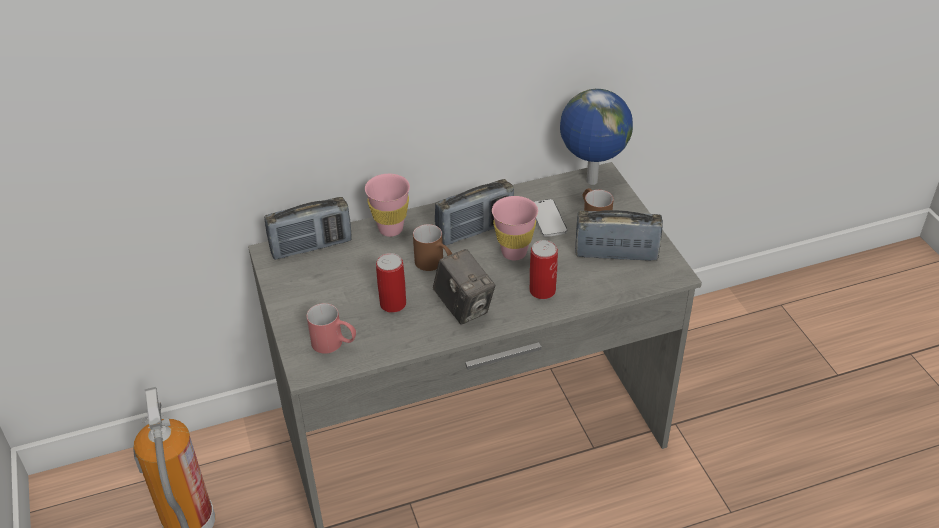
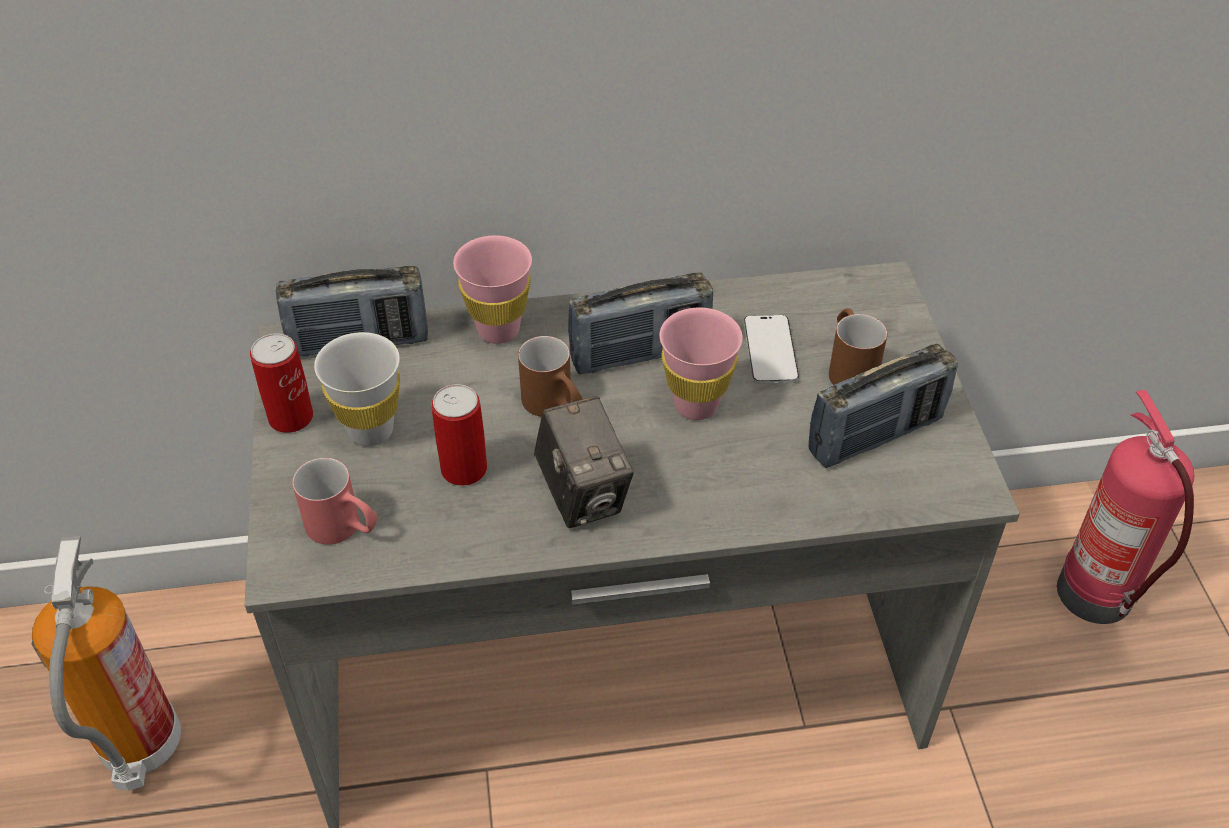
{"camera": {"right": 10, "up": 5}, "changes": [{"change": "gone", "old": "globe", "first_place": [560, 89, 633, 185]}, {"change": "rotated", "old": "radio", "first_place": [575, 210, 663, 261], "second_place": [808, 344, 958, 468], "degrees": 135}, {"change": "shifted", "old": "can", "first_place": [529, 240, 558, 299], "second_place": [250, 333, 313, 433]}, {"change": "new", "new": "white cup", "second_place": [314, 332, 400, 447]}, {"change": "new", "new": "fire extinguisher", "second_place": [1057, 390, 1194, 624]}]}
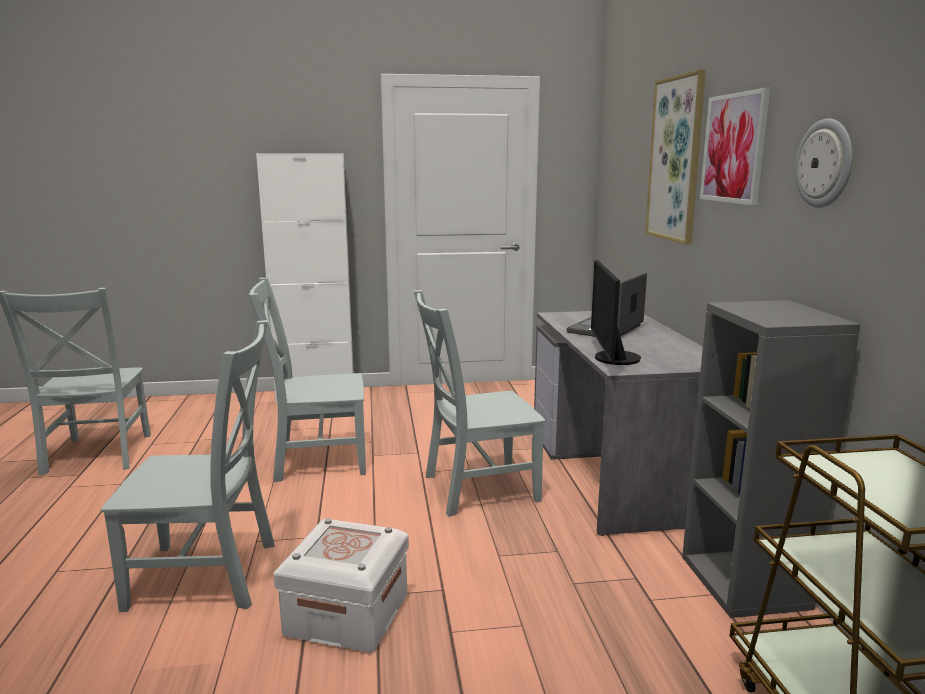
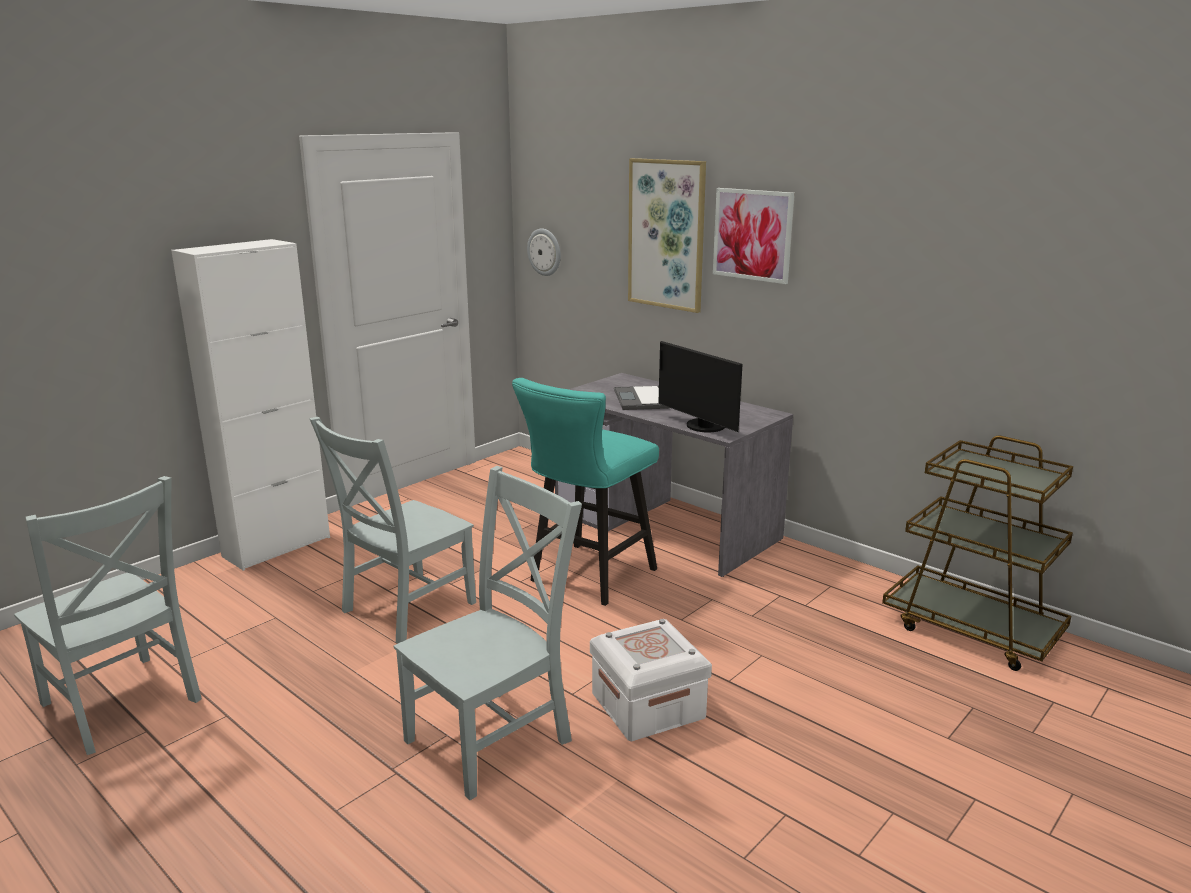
{"camera": {"right": -40, "up": 5}, "changes": [{"change": "shifted", "old": "wall clock", "first_place": [795, 118, 853, 208], "second_place": [527, 228, 561, 276]}, {"change": "swapped", "old": "grey chair", "new": "turquoise stool", "first_place": [413, 290, 546, 517], "second_place": [512, 378, 659, 606]}, {"change": "gone", "old": "grey bookcase", "first_place": [682, 300, 861, 618]}]}
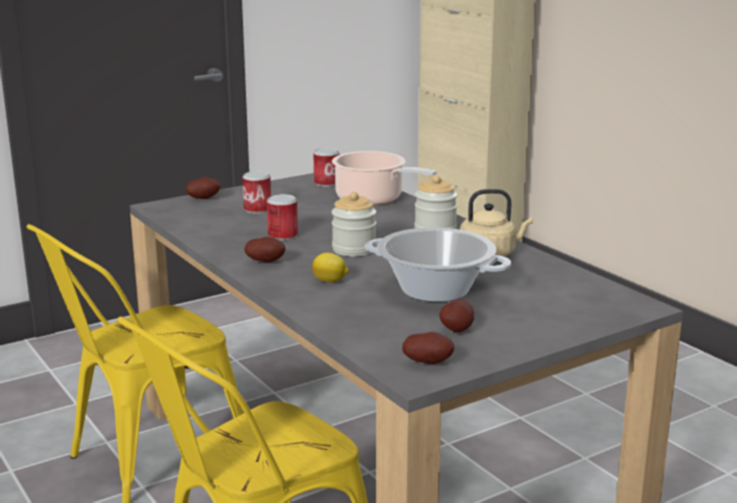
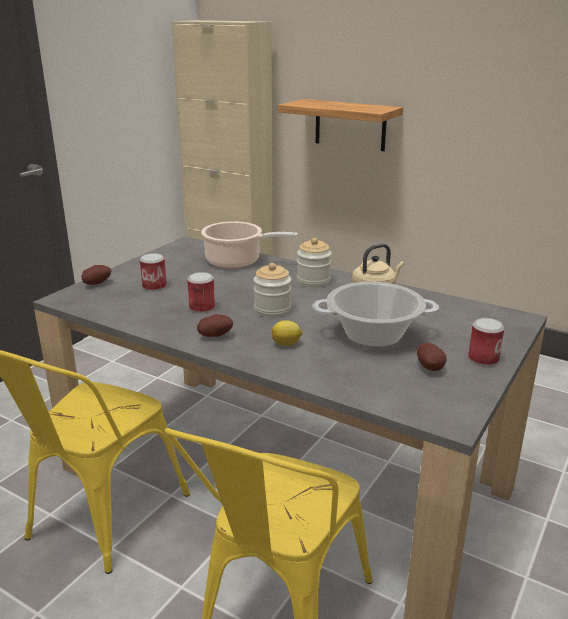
{"camera": {"right": -25, "up": 5}, "changes": [{"change": "shifted", "old": "can", "first_place": [313, 148, 339, 187], "second_place": [468, 318, 505, 366]}, {"change": "gone", "old": "potato", "first_place": [402, 332, 454, 364]}, {"change": "new", "new": "shelf", "second_place": [278, 99, 403, 151]}]}
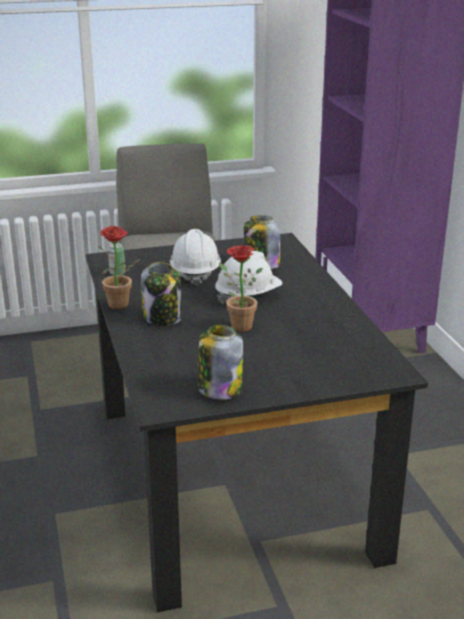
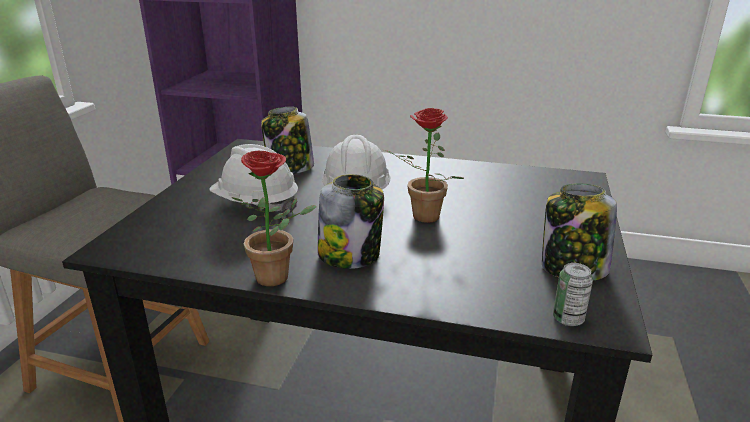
{"camera": {"right": -60, "up": 0}, "changes": [{"change": "shifted", "old": "can", "first_place": [108, 243, 125, 275], "second_place": [553, 263, 593, 326]}]}
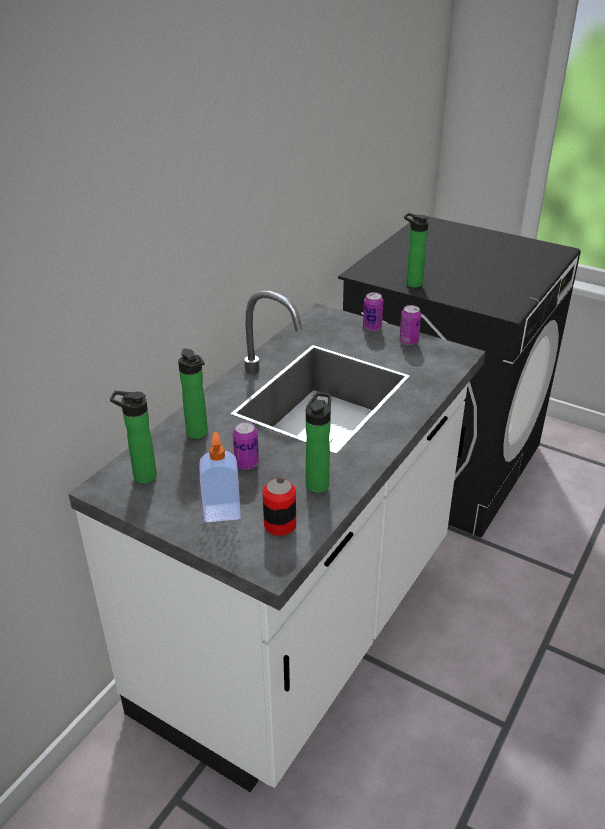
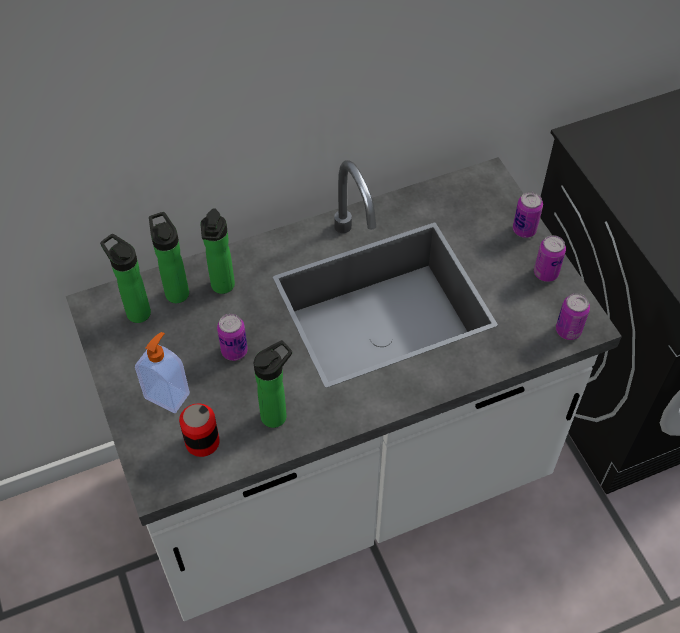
{"camera": {"right": 35, "up": 20}, "changes": [{"change": "shifted", "old": "bottle", "first_place": [404, 213, 429, 288], "second_place": [149, 212, 189, 303]}, {"change": "new", "new": "can", "second_place": [556, 293, 590, 340]}]}
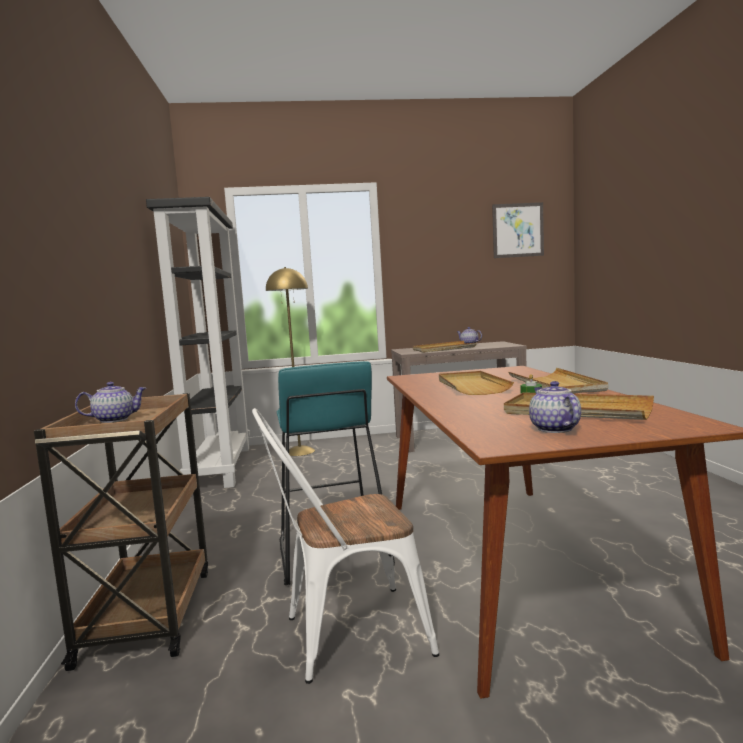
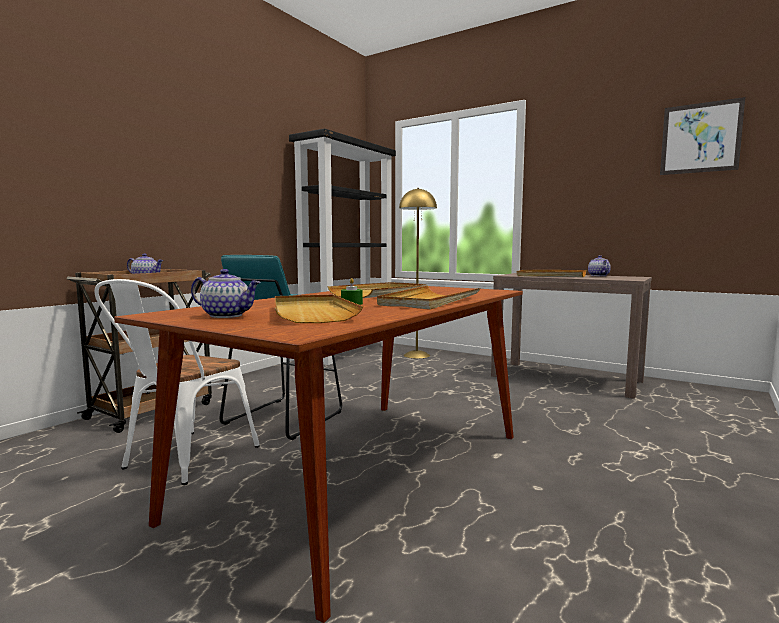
{"camera": {"right": 40, "up": 0}, "changes": [{"change": "rotated", "old": "teapot", "first_place": [529, 381, 581, 433], "second_place": [191, 269, 260, 318], "degrees": 75}, {"change": "rotated", "old": "white chair", "first_place": [252, 408, 439, 684], "second_place": [95, 279, 260, 485], "degrees": -90}]}
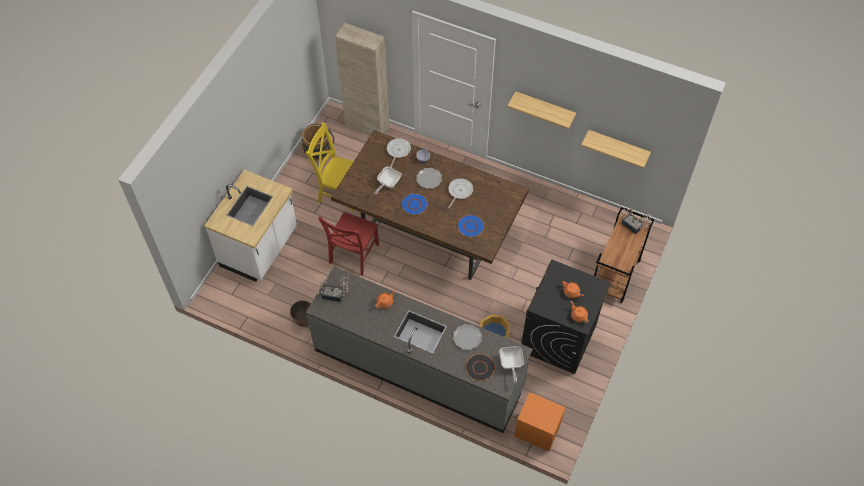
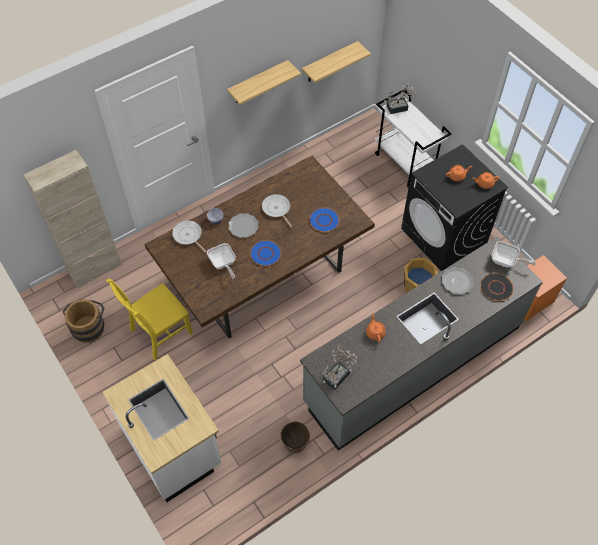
{"camera": {"right": -60, "up": 0}, "changes": [{"change": "repainted", "old": "brown cart", "new": "white cart", "first_place": [594, 207, 654, 303], "second_place": [375, 89, 452, 188]}, {"change": "gone", "old": "red chair", "first_place": [318, 212, 379, 276]}]}
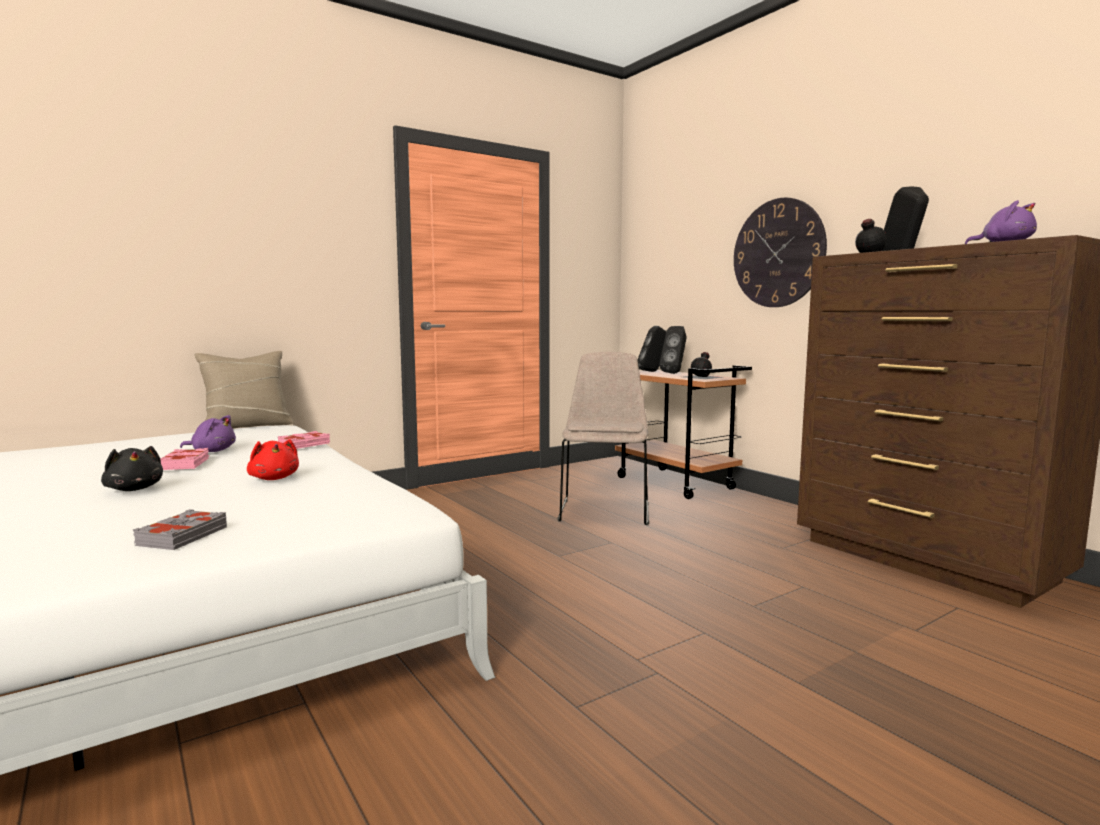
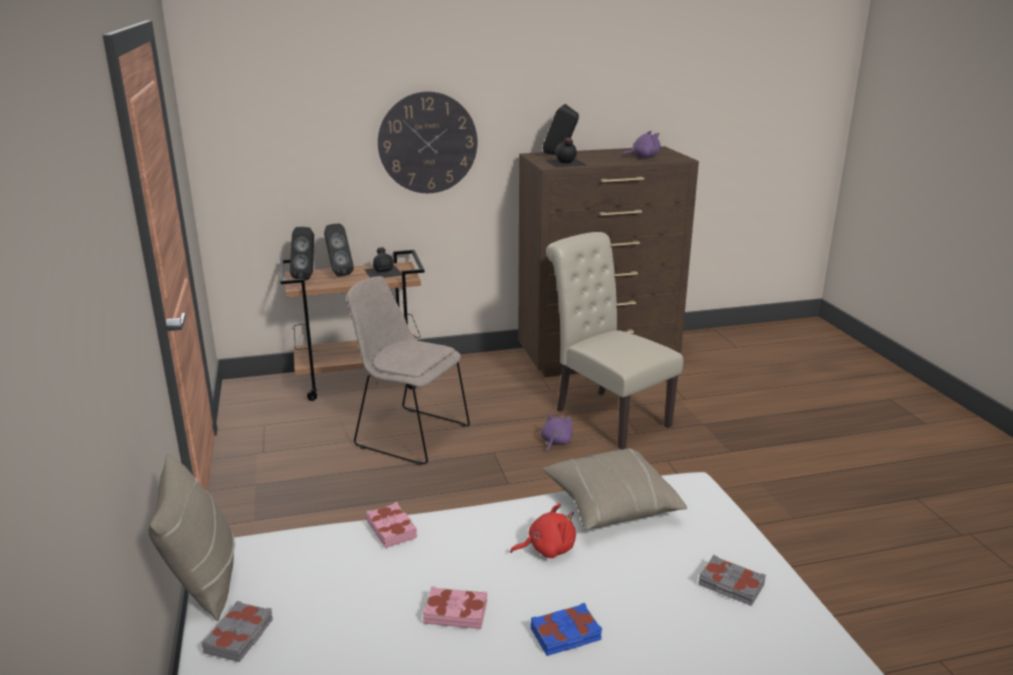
{"camera": {"right": -70, "up": 15}, "changes": [{"change": "shifted", "old": "purple plush toy", "first_place": [180, 415, 236, 452], "second_place": [541, 412, 573, 452]}, {"change": "swapped", "old": "black plush toy", "new": "blue book", "first_place": [101, 446, 163, 491], "second_place": [531, 603, 602, 656]}, {"change": "new", "new": "beige chair", "second_place": [546, 232, 683, 450]}, {"change": "new", "new": "beige pillow", "second_place": [543, 448, 687, 529]}, {"change": "new", "new": "grey book", "second_place": [202, 601, 273, 662]}]}
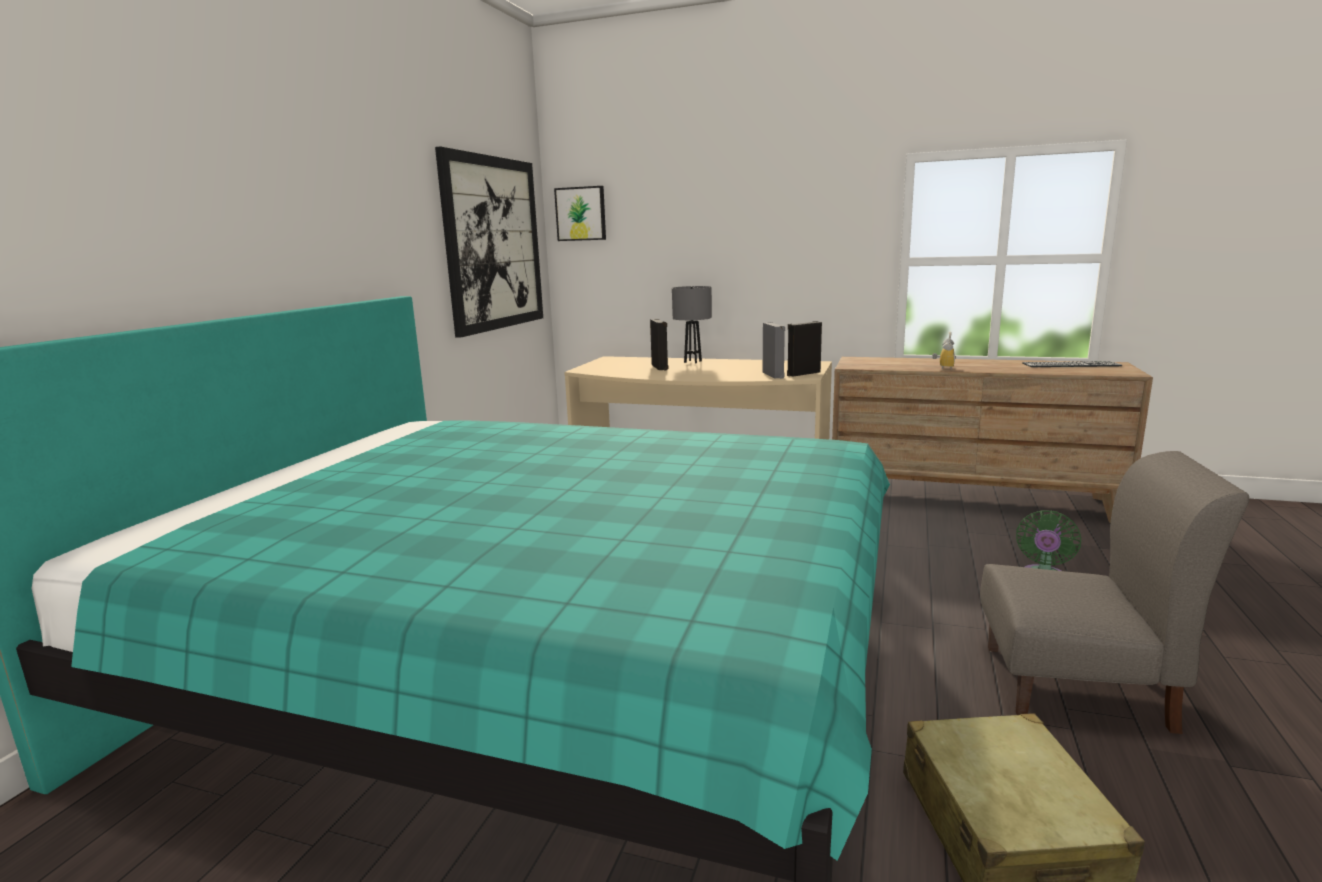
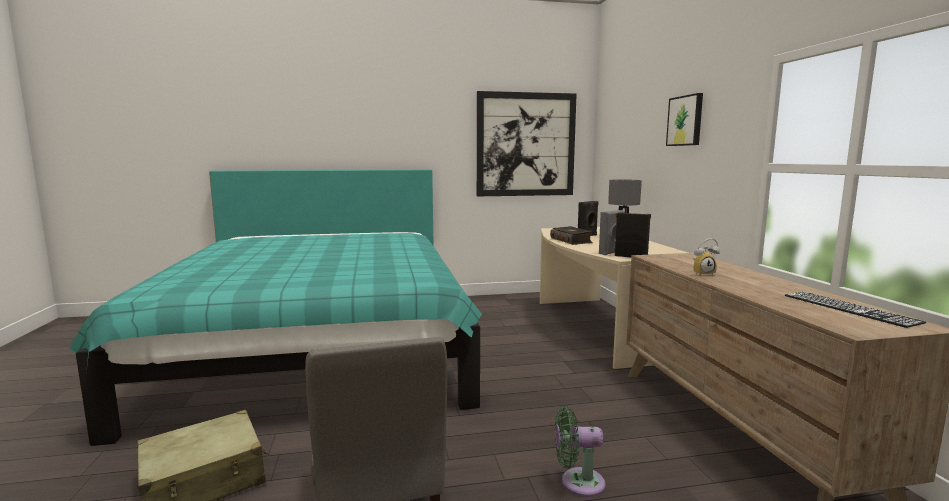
{"camera": {"right": 60, "up": -5}, "changes": [{"change": "shifted", "old": "picture", "first_place": [554, 186, 606, 241], "second_place": [666, 93, 703, 146]}, {"change": "new", "new": "book", "second_place": [550, 226, 593, 245]}]}
